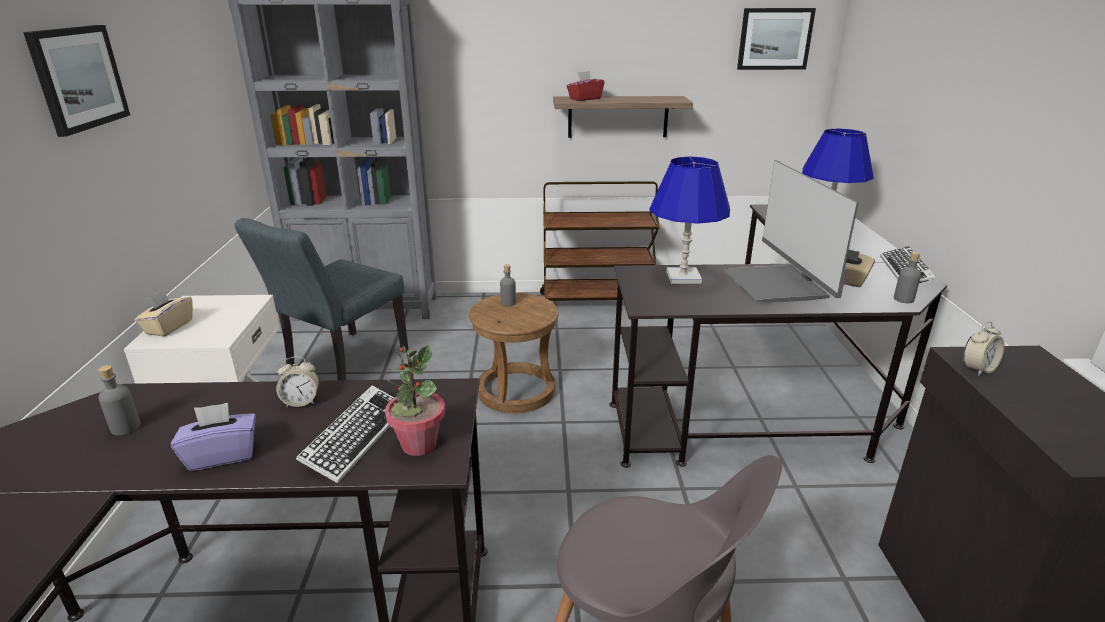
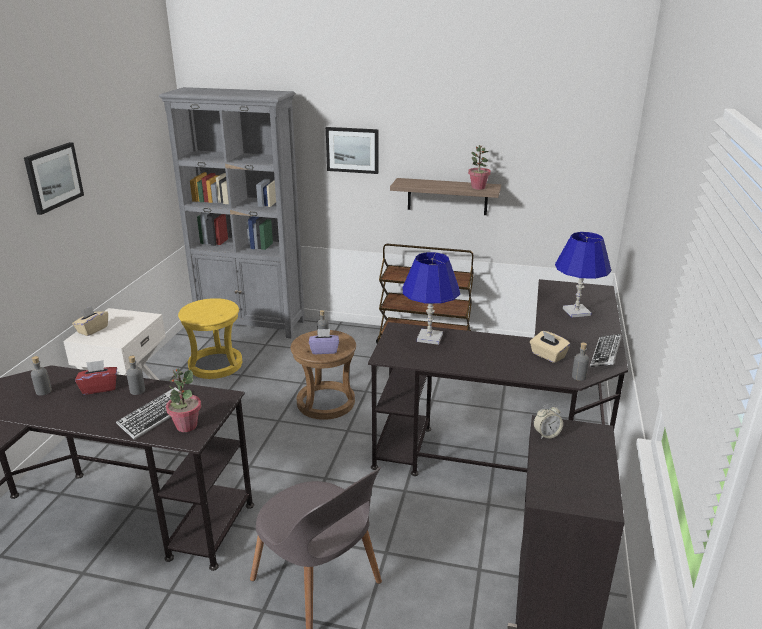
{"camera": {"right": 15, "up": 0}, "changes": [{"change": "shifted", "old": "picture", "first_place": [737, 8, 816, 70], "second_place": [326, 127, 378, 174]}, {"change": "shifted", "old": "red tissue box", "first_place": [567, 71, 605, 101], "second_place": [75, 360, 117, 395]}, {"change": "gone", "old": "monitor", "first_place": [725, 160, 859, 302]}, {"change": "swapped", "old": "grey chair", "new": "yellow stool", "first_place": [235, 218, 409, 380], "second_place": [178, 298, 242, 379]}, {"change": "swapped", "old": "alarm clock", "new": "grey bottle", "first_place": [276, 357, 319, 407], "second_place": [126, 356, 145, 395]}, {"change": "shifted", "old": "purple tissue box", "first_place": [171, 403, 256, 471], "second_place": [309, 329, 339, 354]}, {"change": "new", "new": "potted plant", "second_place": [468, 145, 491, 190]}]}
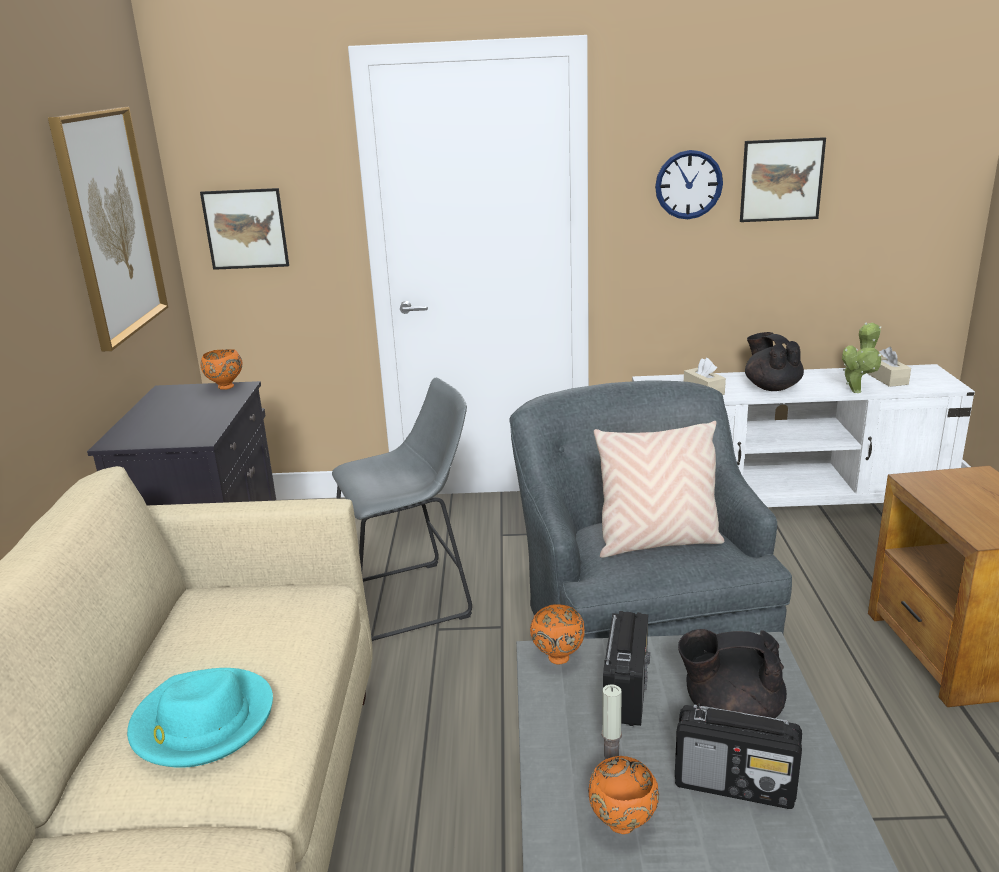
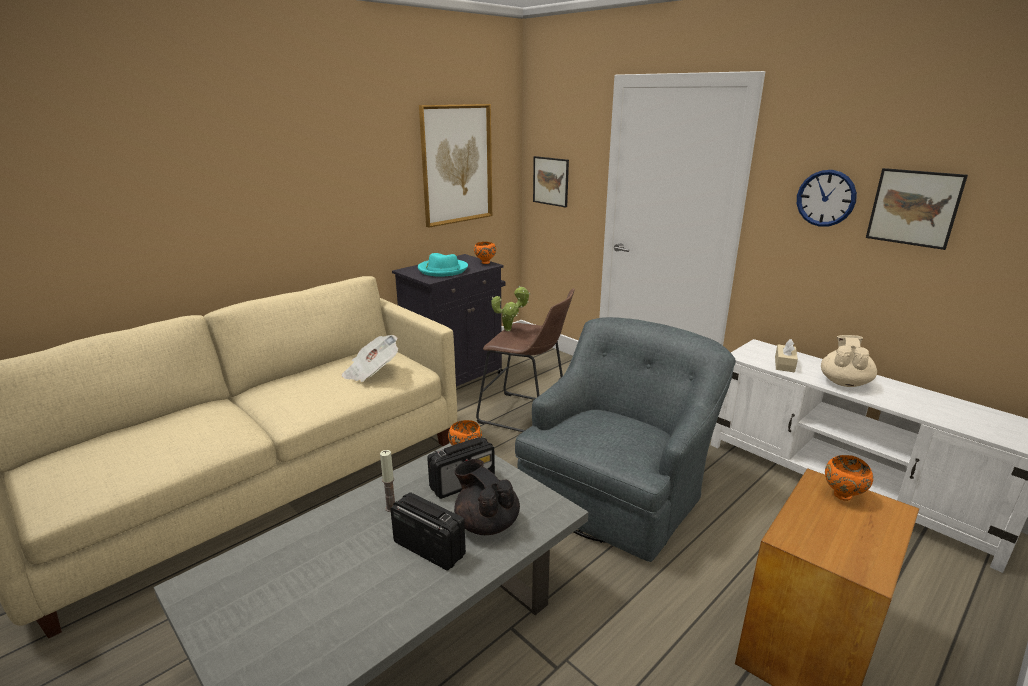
{"camera": {"right": 45, "up": 0}, "changes": [{"change": "shifted", "old": "potted plant", "first_place": [842, 322, 881, 393], "second_place": [491, 286, 530, 331]}, {"change": "repainted", "old": "black teapot", "new": "beige teapot", "first_place": [745, 332, 804, 391], "second_place": [821, 335, 877, 387]}, {"change": "gone", "old": "beige tissue box", "first_place": [867, 347, 911, 387]}, {"change": "repainted", "old": "grey stool", "new": "brown stool", "first_place": [332, 377, 472, 641], "second_place": [476, 288, 575, 432]}, {"change": "gone", "old": "beige pillow", "first_place": [594, 421, 724, 558]}, {"change": "shifted", "old": "turquoise hat", "first_place": [127, 668, 273, 768], "second_place": [418, 253, 468, 277]}, {"change": "rotated", "old": "radio", "first_place": [675, 704, 802, 809], "second_place": [390, 492, 466, 571], "degrees": 150}, {"change": "shifted", "old": "orange bowl", "first_place": [588, 756, 659, 834], "second_place": [825, 455, 873, 501]}, {"change": "new", "new": "newspaper", "second_place": [342, 335, 398, 382]}]}
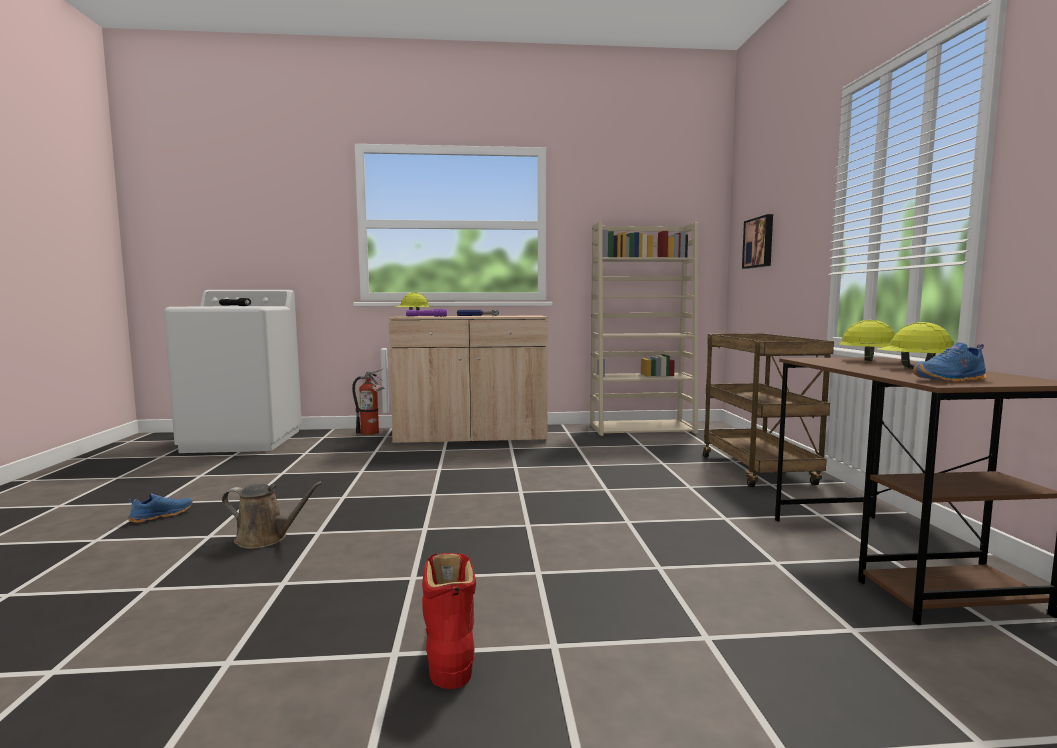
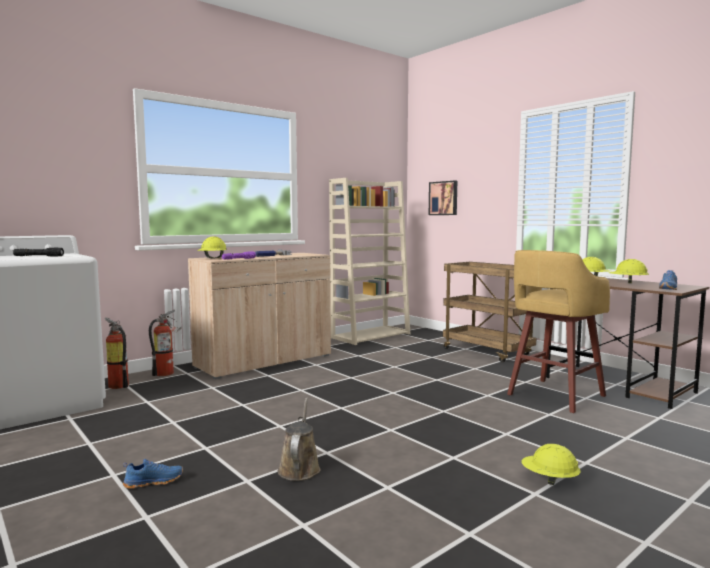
{"camera": {"right": -35, "up": 0}, "changes": [{"change": "rotated", "old": "brown watering can", "first_place": [222, 481, 323, 549], "second_place": [278, 398, 320, 481], "degrees": -60}, {"change": "rotated", "old": "blue shoe", "first_place": [128, 493, 193, 523], "second_place": [123, 459, 183, 489], "degrees": 60}, {"change": "swapped", "old": "red boot", "new": "yellow hard hat", "first_place": [422, 553, 476, 689], "second_place": [521, 444, 581, 485]}, {"change": "new", "new": "yellow stool", "second_place": [507, 250, 610, 413]}, {"change": "new", "new": "fire extinguisher", "second_place": [105, 317, 129, 389]}]}
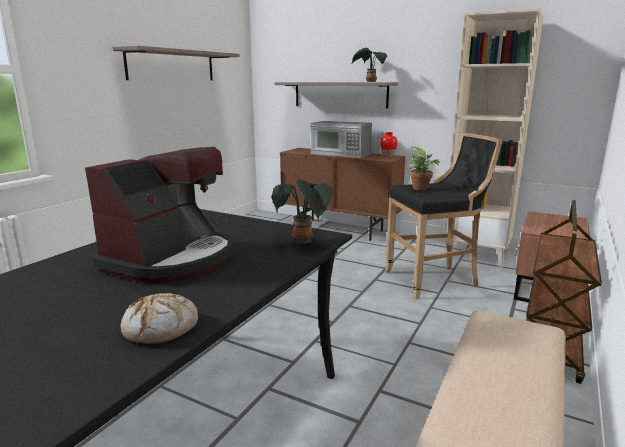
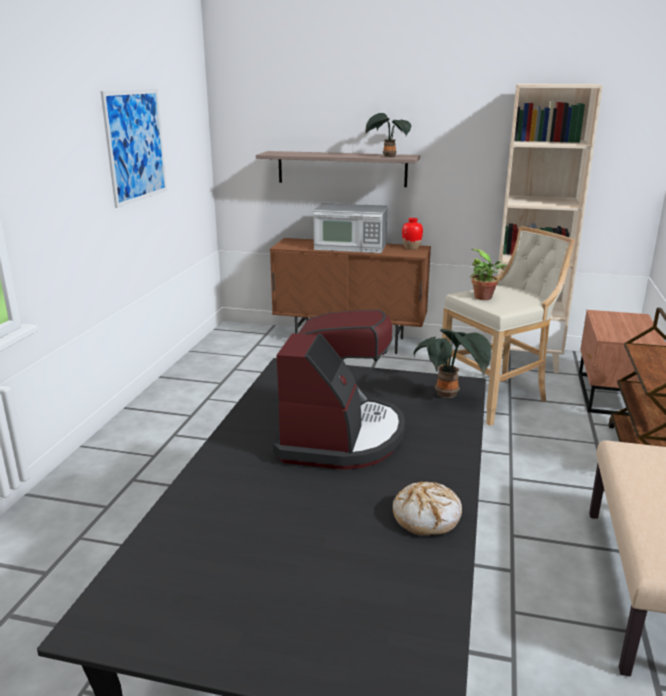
{"camera": {"right": -15, "up": 5}, "changes": [{"change": "swapped", "old": "shelf", "new": "picture", "first_place": [113, 46, 240, 80], "second_place": [101, 89, 167, 208]}, {"change": "repainted", "old": "black stool", "new": "beige stool", "first_place": [385, 133, 503, 299], "second_place": [439, 226, 575, 426]}]}
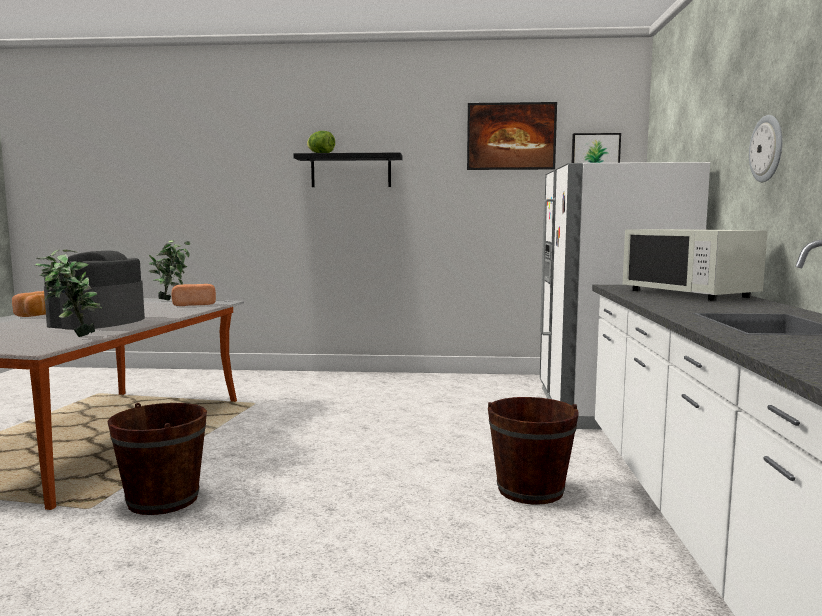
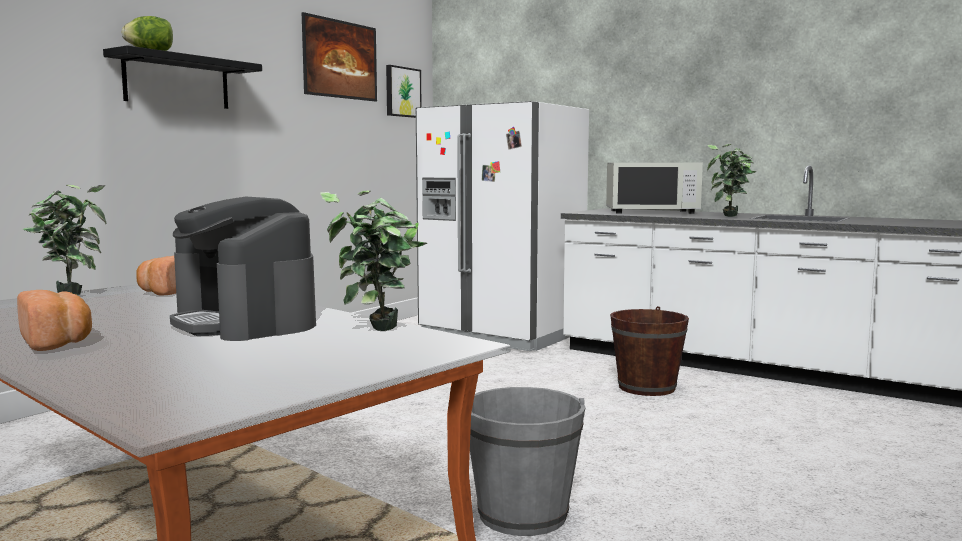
{"camera": {"right": -60, "up": 0}, "changes": [{"change": "gone", "old": "wall clock", "first_place": [749, 115, 782, 182]}, {"change": "repainted", "old": "brown bucket", "new": "grey bucket", "first_place": [107, 403, 207, 515], "second_place": [470, 387, 586, 536]}, {"change": "new", "new": "potted plant", "second_place": [707, 144, 756, 217]}]}
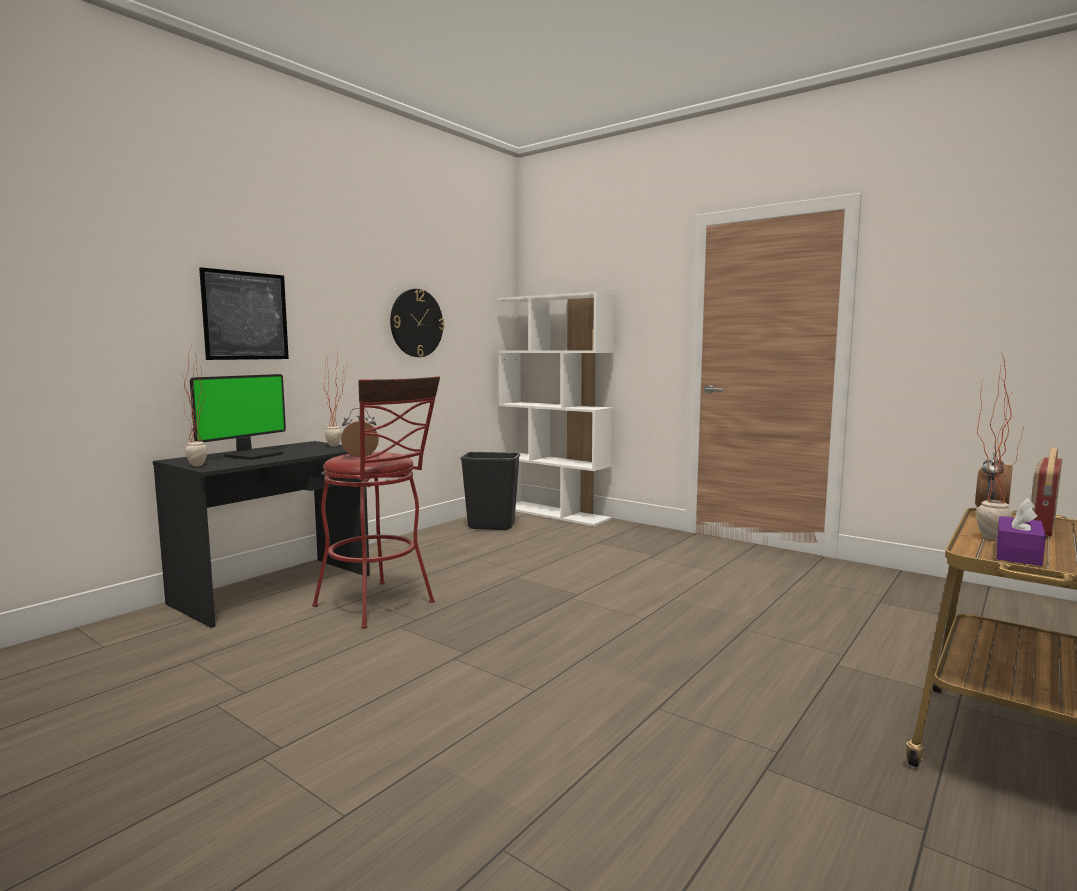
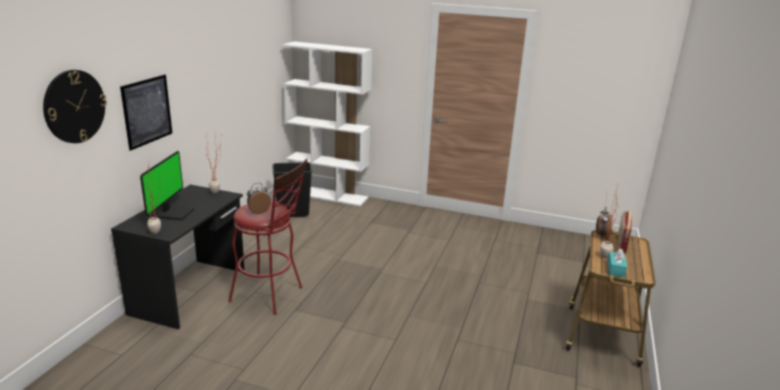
{"camera": {"right": -20, "up": 15}, "changes": [{"change": "shifted", "old": "wall clock", "first_place": [390, 289, 444, 357], "second_place": [43, 70, 107, 143]}, {"change": "repainted", "old": "purple tissue box", "new": "turquoise tissue box", "first_place": [997, 498, 1046, 566], "second_place": [607, 248, 627, 278]}]}
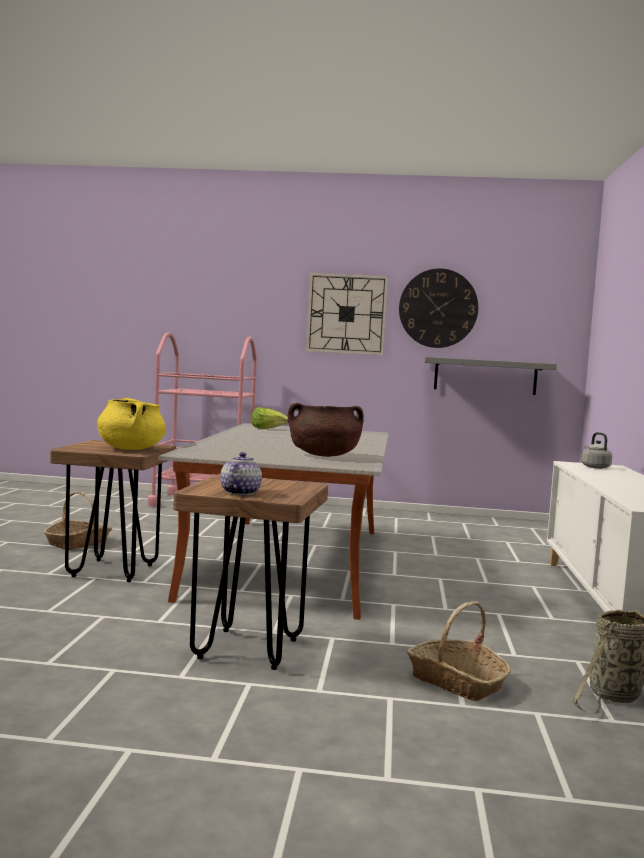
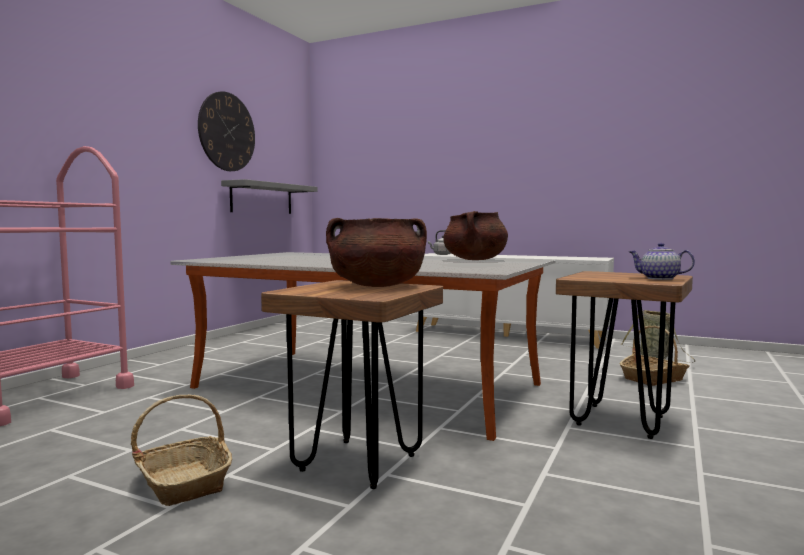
{"camera": {"right": -70, "up": 0}, "changes": [{"change": "gone", "old": "wall clock", "first_place": [306, 273, 388, 355]}, {"change": "repainted", "old": "yellow cooking pot", "new": "brown cooking pot", "first_place": [97, 398, 166, 450], "second_place": [326, 218, 427, 287]}, {"change": "gone", "old": "lettuce", "first_place": [251, 407, 288, 429]}]}
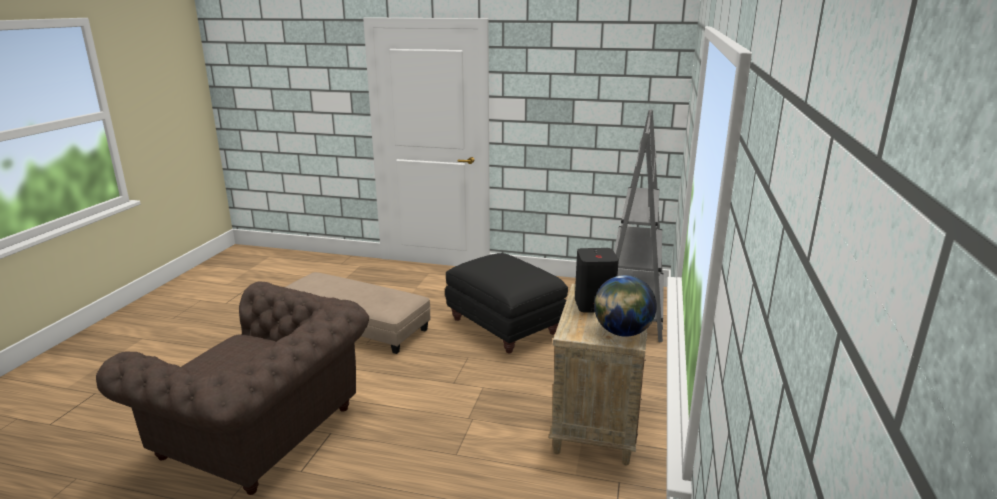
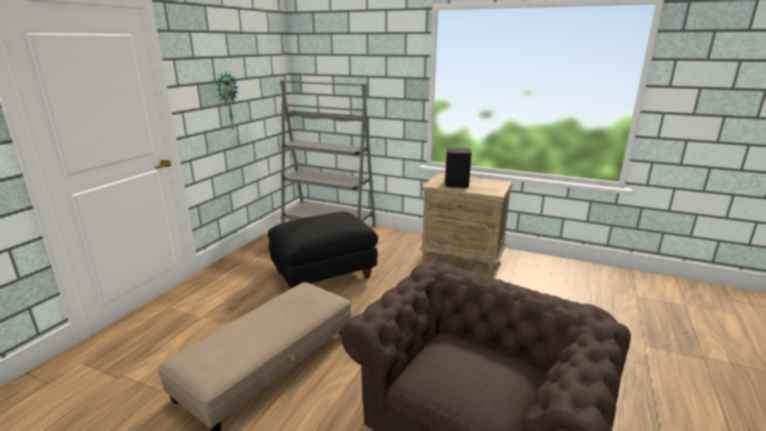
{"camera": {"right": -80, "up": 0}, "changes": [{"change": "gone", "old": "globe", "first_place": [594, 275, 657, 337]}, {"change": "new", "new": "wall clock", "second_place": [216, 71, 238, 129]}]}
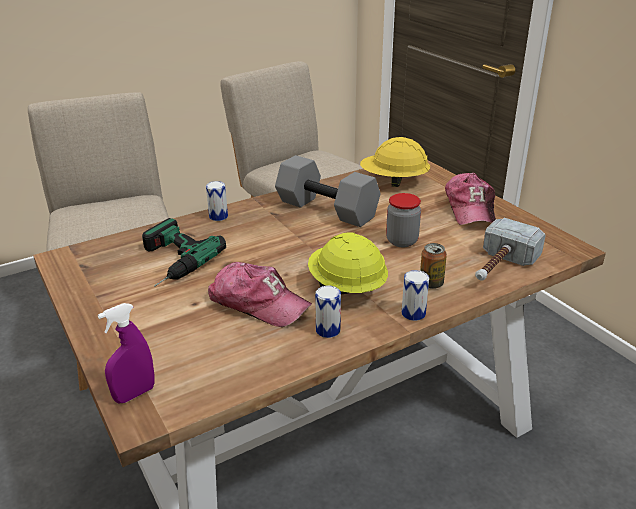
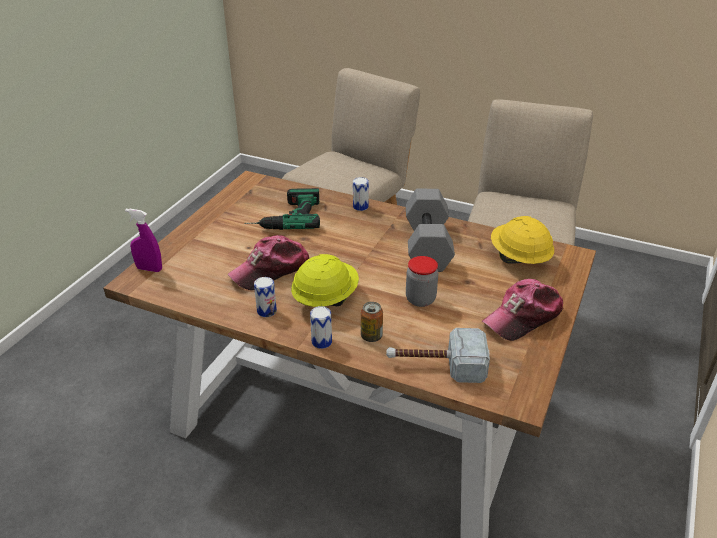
{"camera": {"right": 55, "up": 5}, "changes": [{"change": "rotated", "old": "cap", "first_place": [208, 262, 312, 327], "second_place": [227, 235, 309, 290], "degrees": 60}]}
